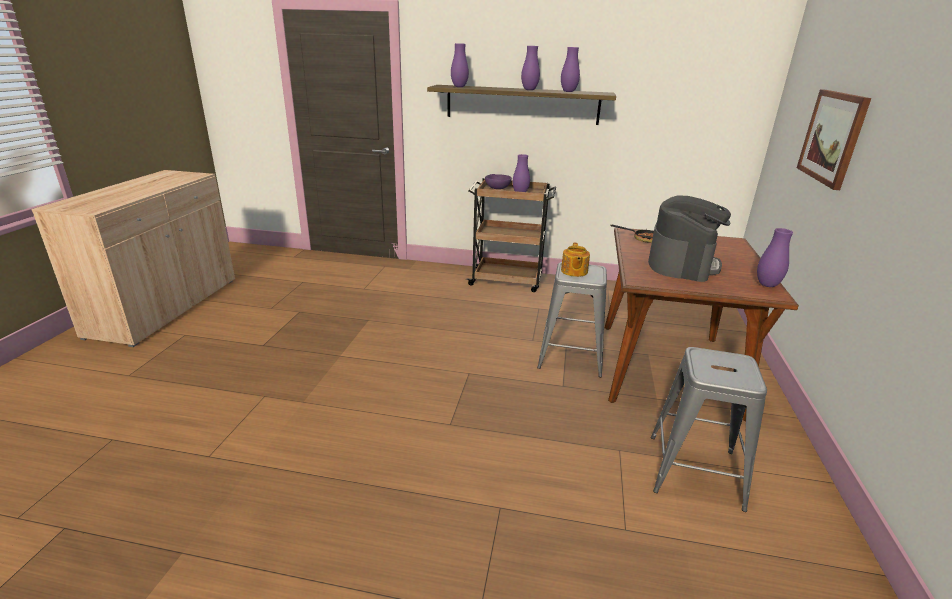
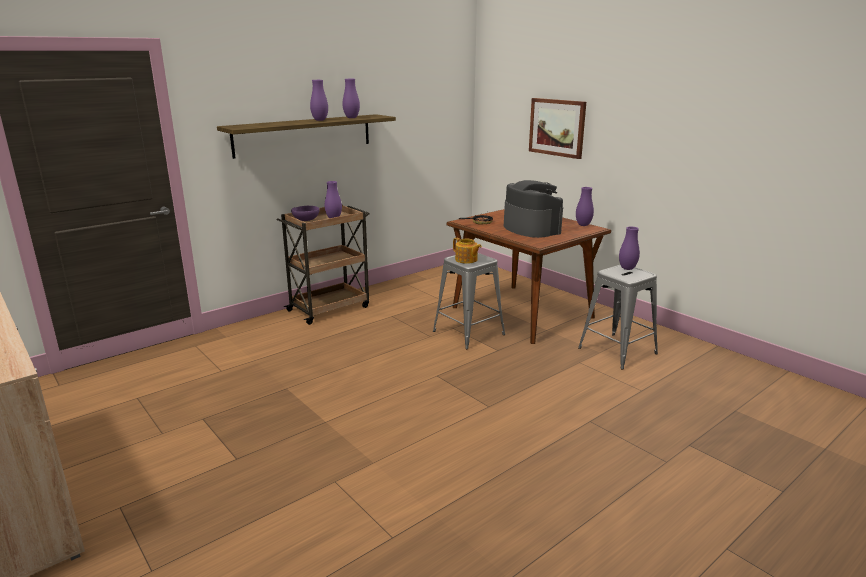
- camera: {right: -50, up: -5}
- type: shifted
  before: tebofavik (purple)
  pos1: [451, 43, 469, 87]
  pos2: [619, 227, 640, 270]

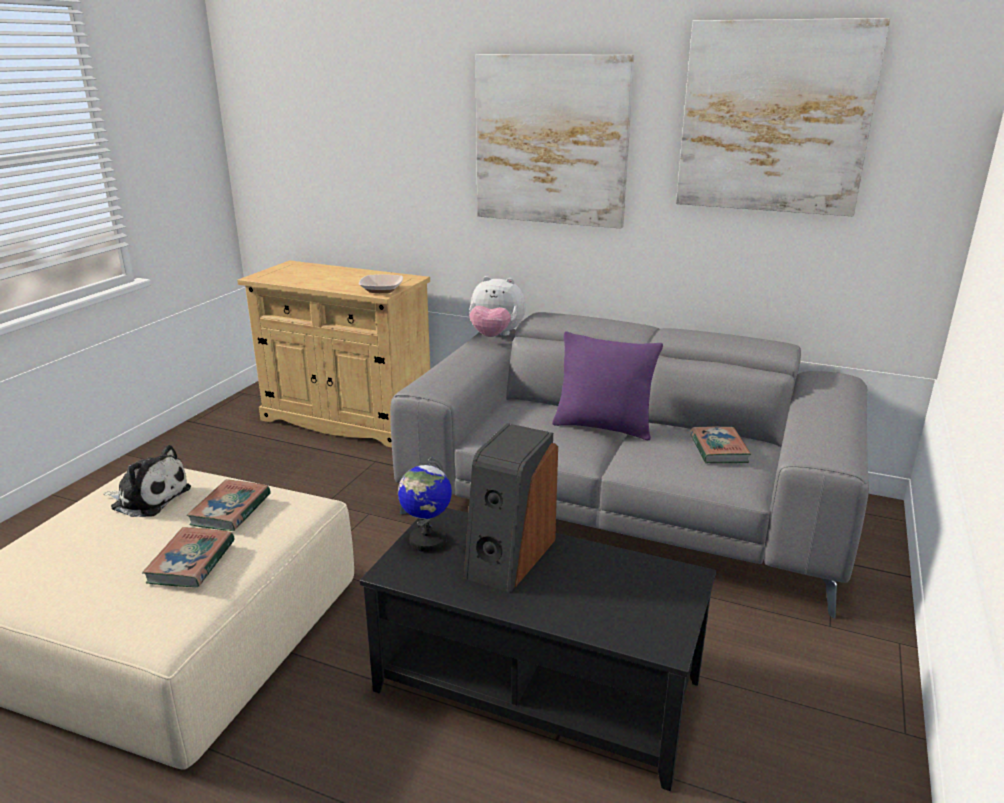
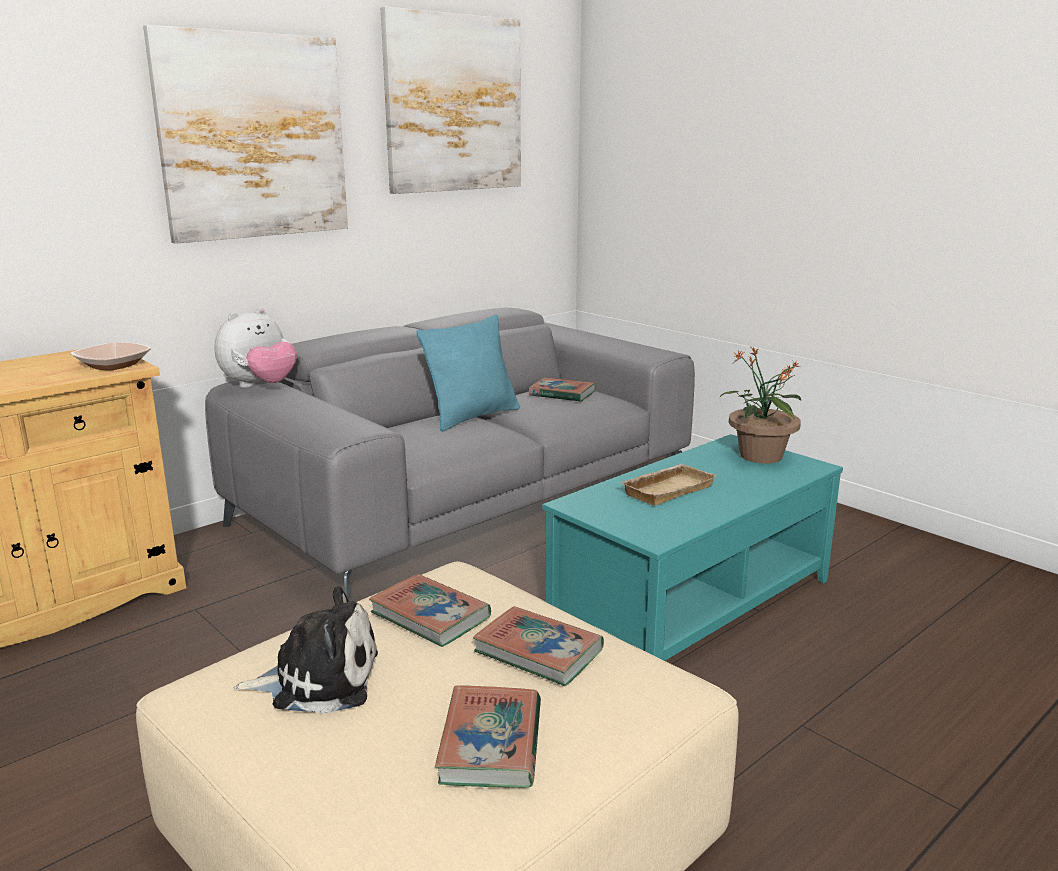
- camera: {right: -65, up: -5}
- type: rotated
  before: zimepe
  pos1: [103, 445, 191, 517]
  pos2: [234, 586, 378, 714]
  turn: 45
- type: repainted
  before: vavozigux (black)
  after: vavozigux (turquoise)
  pos1: [360, 508, 716, 791]
  pos2: [542, 434, 843, 661]
- type: gone
  before: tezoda
  pos1: [398, 457, 452, 552]
- type: swapped
  before: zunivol
  after: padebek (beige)
  pos1: [464, 423, 558, 593]
  pos2: [619, 464, 717, 506]
- type: repainted
  before: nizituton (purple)
  after: nizituton (turquoise)
  pos1: [552, 331, 663, 440]
  pos2: [416, 314, 520, 432]
- type: new
  after: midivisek
  pos2: [435, 685, 541, 788]
- type: new
  after: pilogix
  pos2: [720, 347, 801, 464]

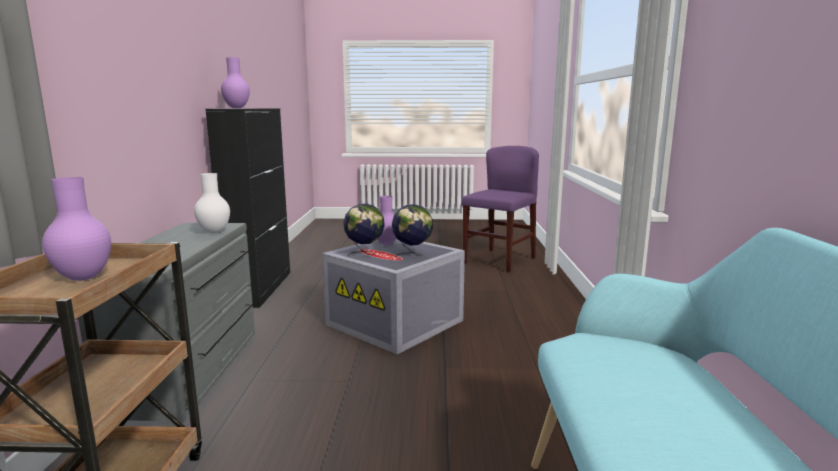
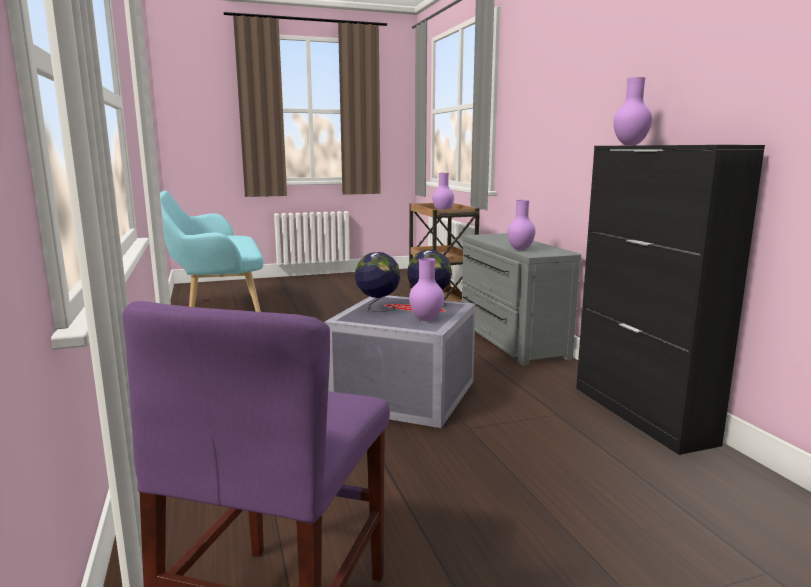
- camera: {right: 160, up: 0}
- type: repainted
  before: tebofavik (white)
  after: tebofavik (purple)
  pos1: [194, 173, 230, 234]
  pos2: [507, 200, 536, 250]

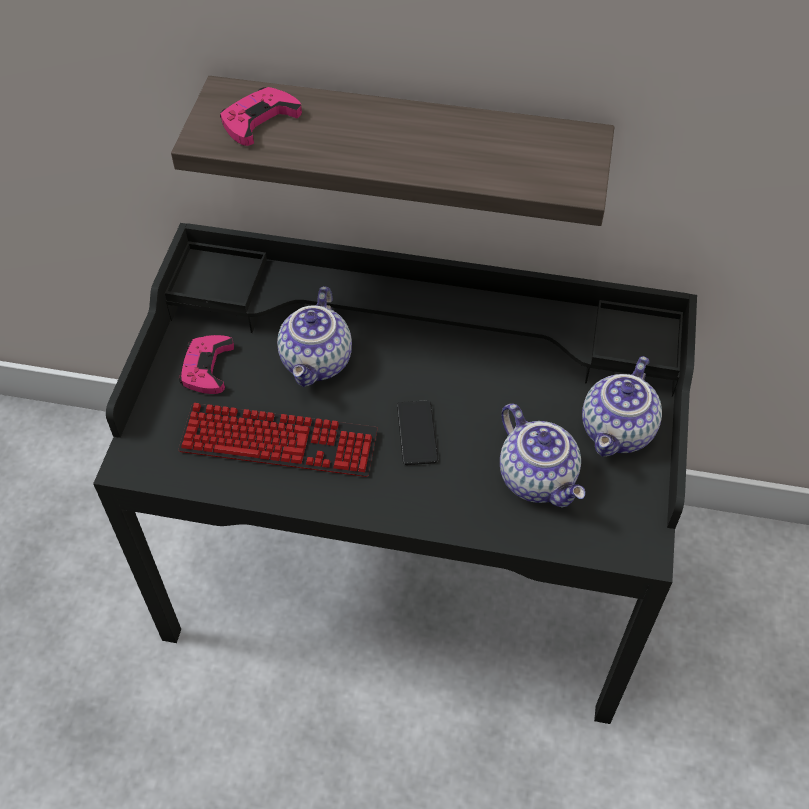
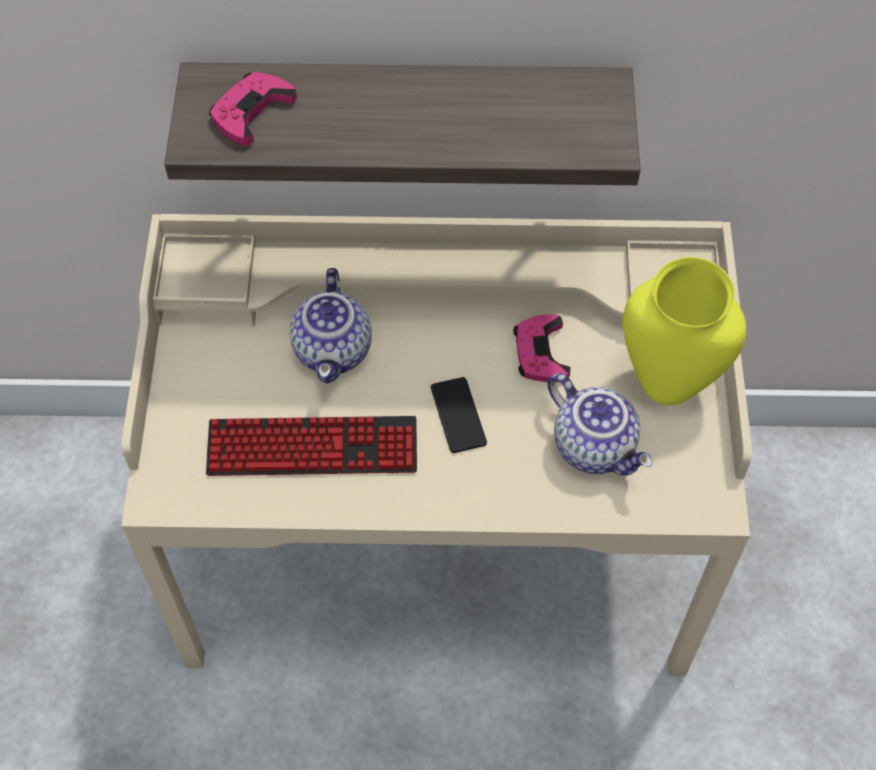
- camera: {right: -10, up: 5}
- type: repainted
  before: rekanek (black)
  after: rekanek (beige)
  pos1: [93, 223, 697, 724]
  pos2: [121, 214, 752, 676]
- type: shifted
  before: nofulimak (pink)
  pos1: [179, 335, 234, 394]
  pos2: [513, 314, 571, 382]
- type: swapped
  before: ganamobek
  after: tebofavik (yellow)
  pos1: [582, 356, 662, 457]
  pos2: [623, 257, 746, 405]

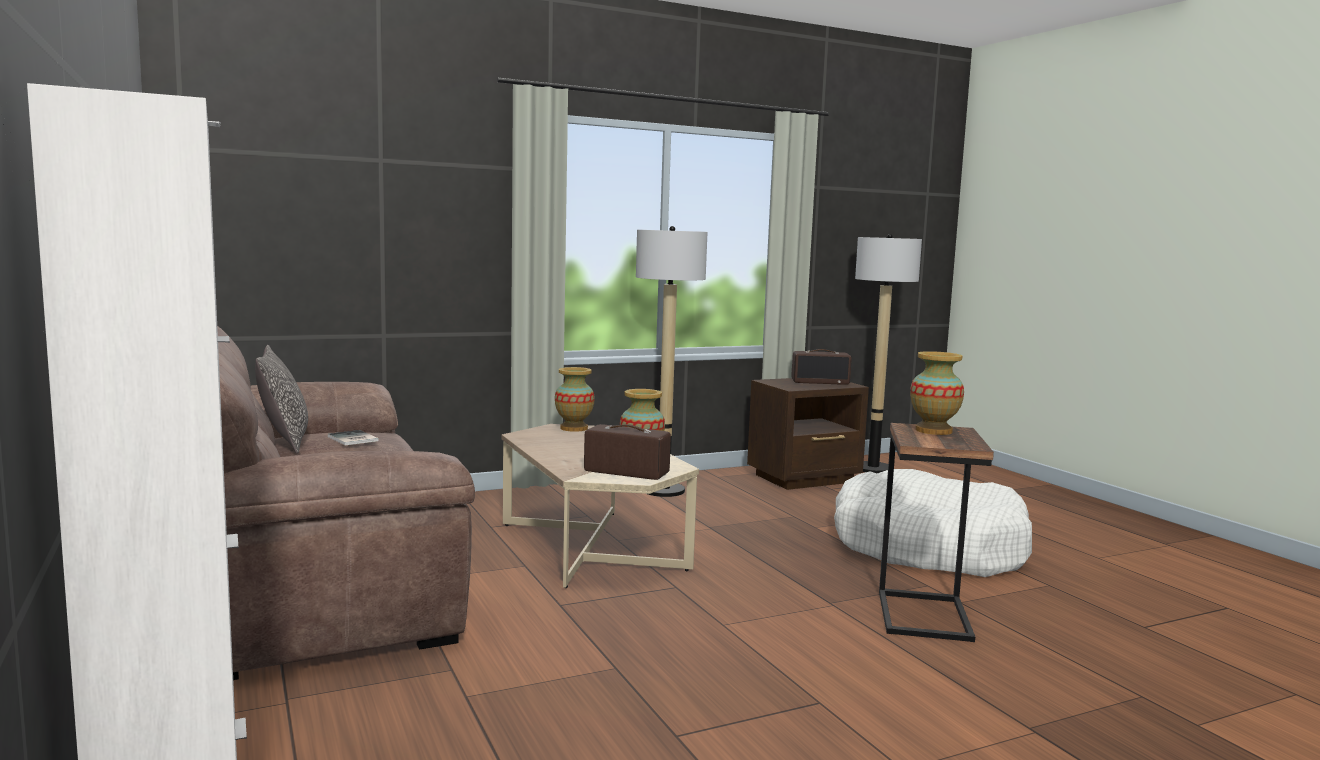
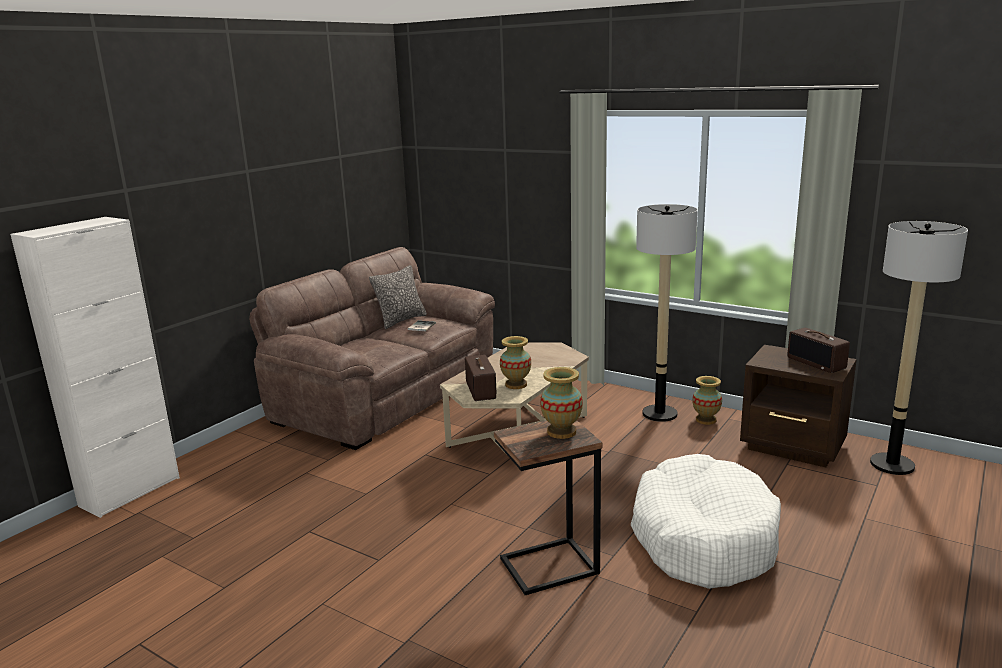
- camera: {right: 60, up: 10}
- type: shifted
  before: tebofavik
  pos1: [555, 367, 595, 432]
  pos2: [692, 376, 722, 425]

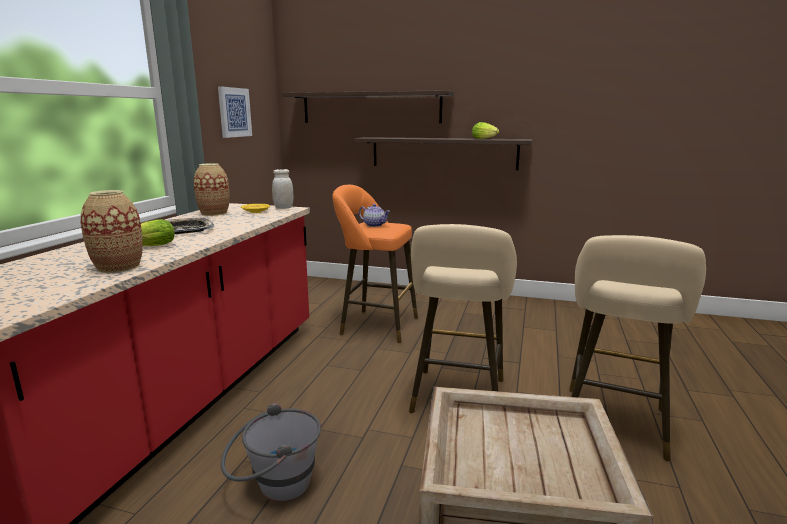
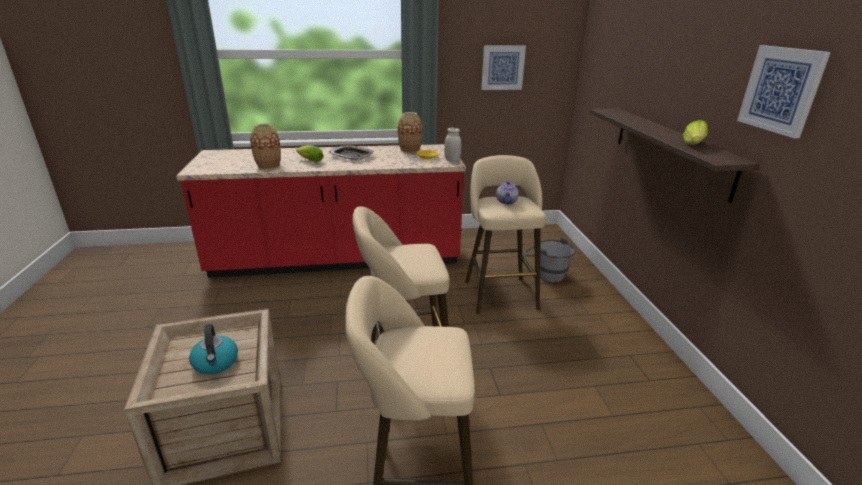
- camera: {right: 65, up: 10}
- type: shifted
  before: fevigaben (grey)
  pos1: [221, 403, 321, 502]
  pos2: [524, 237, 576, 282]
- type: gone
  before: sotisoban
  pos1: [282, 90, 454, 123]
- type: repainted
  before: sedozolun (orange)
  after: sedozolun (beige)
  pos1: [332, 185, 418, 343]
  pos2: [465, 155, 545, 314]
- type: new
  after: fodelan
  pos2: [189, 324, 238, 375]
- type: new
  after: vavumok
  pos2: [737, 45, 831, 138]

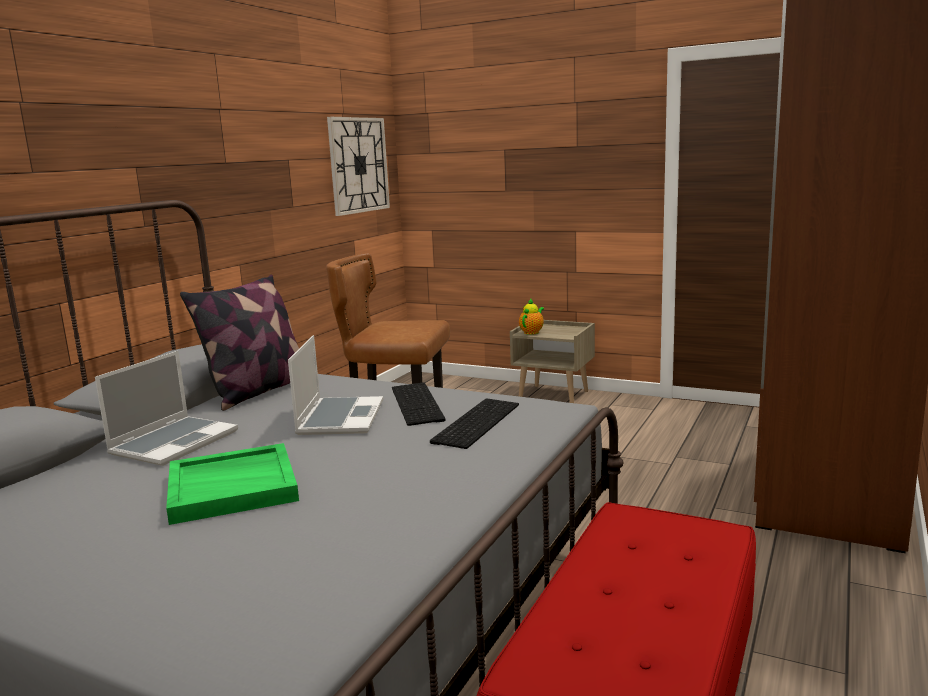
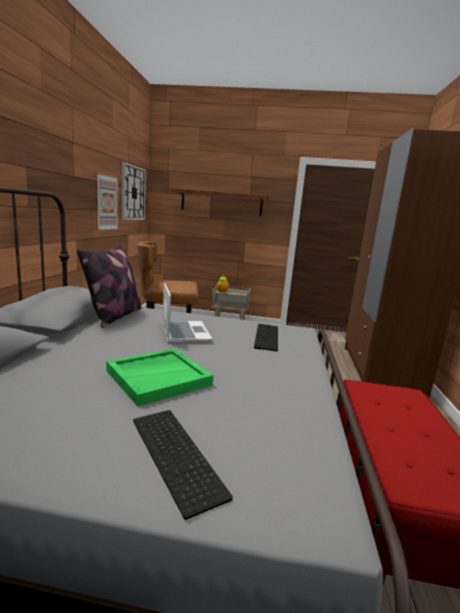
- camera: {right: -20, up: 0}
- type: gone
  before: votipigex
  pos1: [95, 351, 238, 466]
- type: shifted
  before: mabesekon
  pos1: [392, 383, 445, 426]
  pos2: [133, 410, 233, 520]
- type: new
  after: vavumok
  pos2: [96, 173, 118, 231]
- type: new
  after: sotisoban (brown)
  pos2: [170, 188, 270, 216]

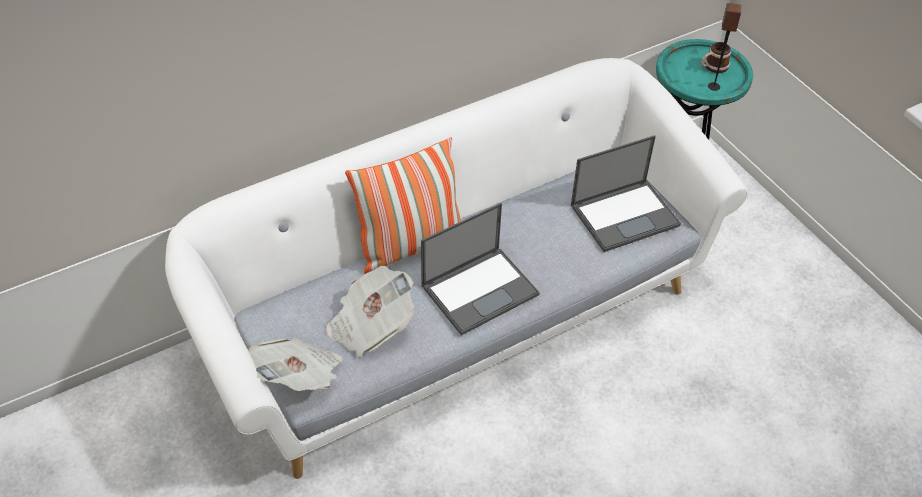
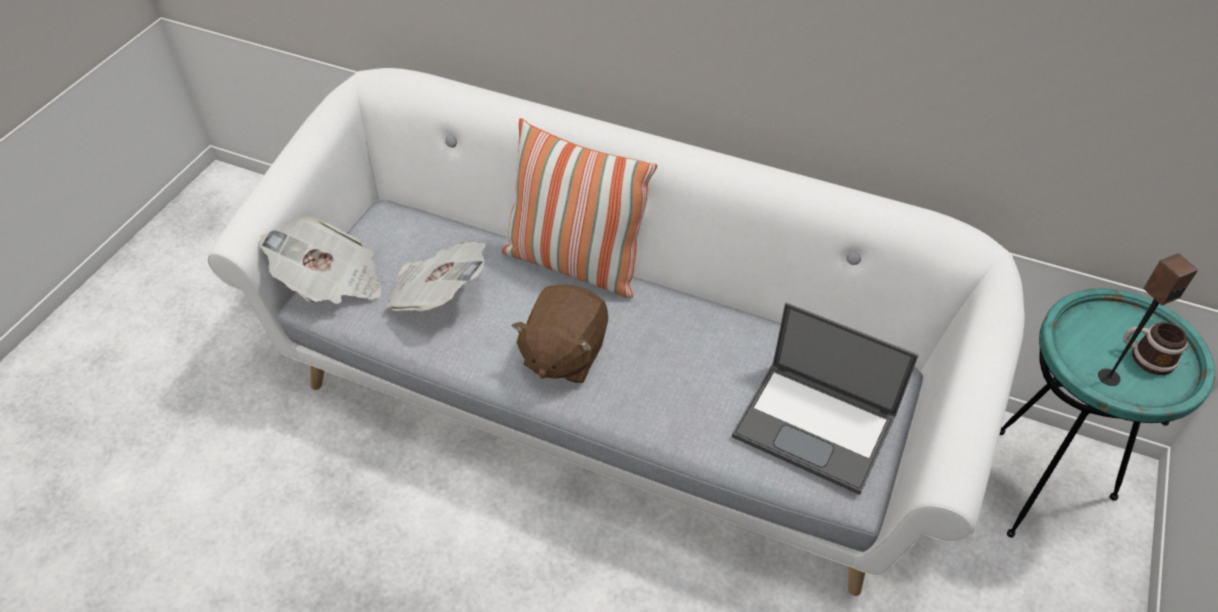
- camera: {right: 55, up: 0}
- type: swapped
  before: votipigex
  after: zimepe (brown)
  pos1: [421, 203, 540, 335]
  pos2: [512, 284, 608, 383]

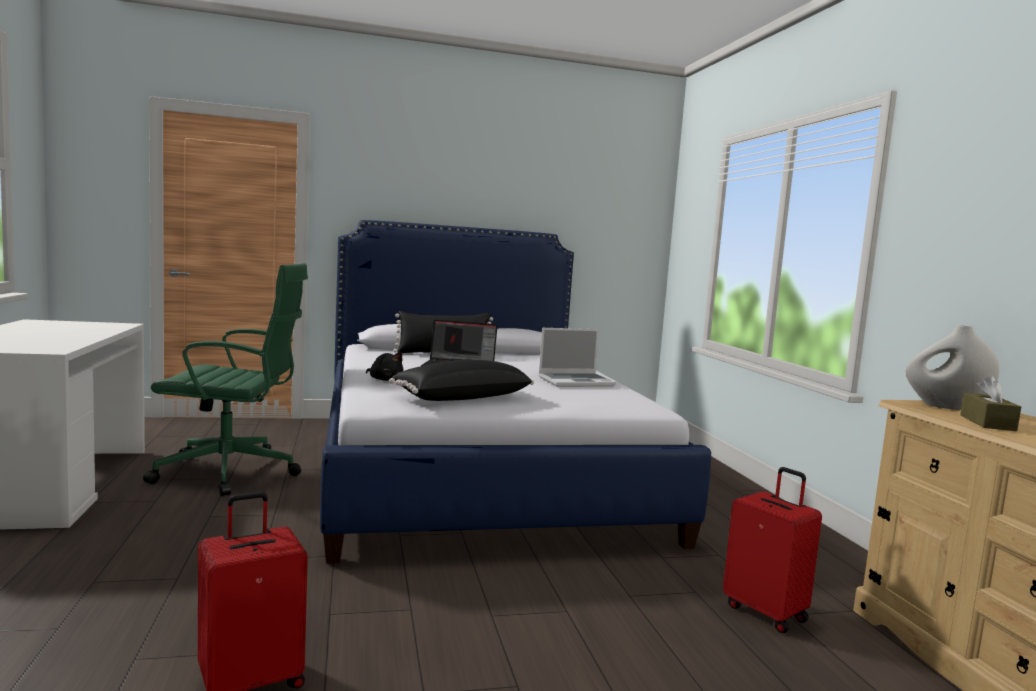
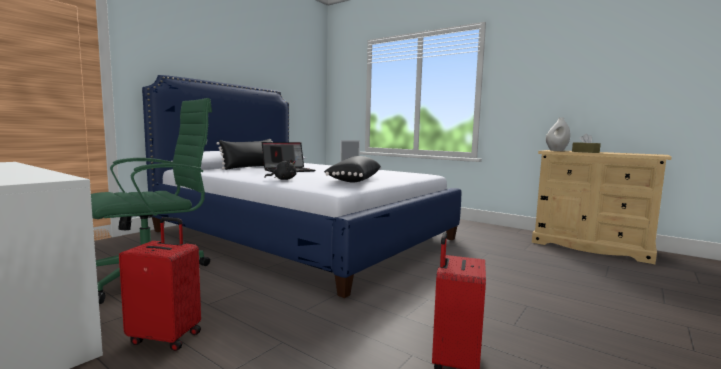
- camera: {right: -40, up: 0}
- type: shifted
  before: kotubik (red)
  pos1: [723, 467, 822, 633]
  pos2: [119, 217, 201, 351]

